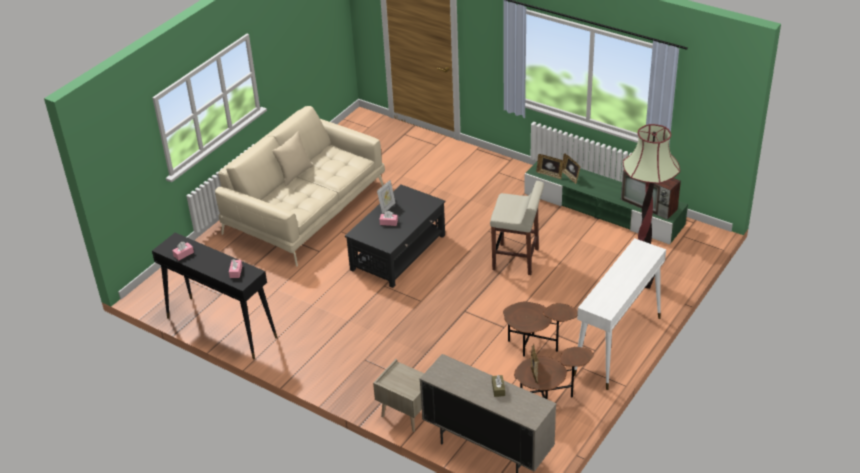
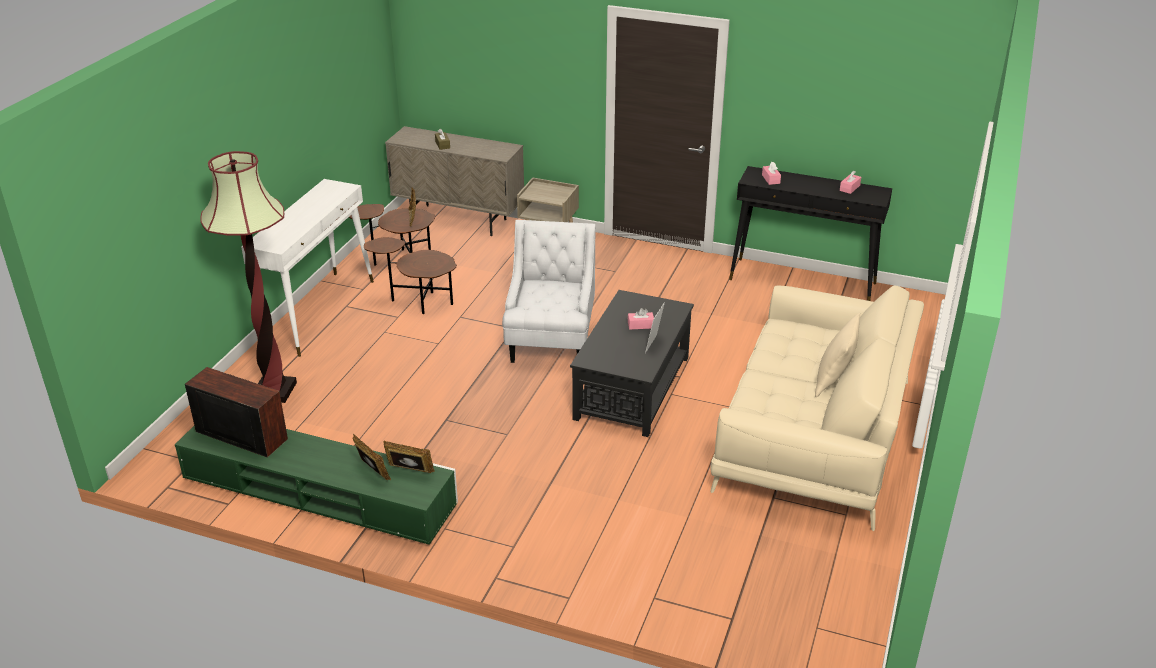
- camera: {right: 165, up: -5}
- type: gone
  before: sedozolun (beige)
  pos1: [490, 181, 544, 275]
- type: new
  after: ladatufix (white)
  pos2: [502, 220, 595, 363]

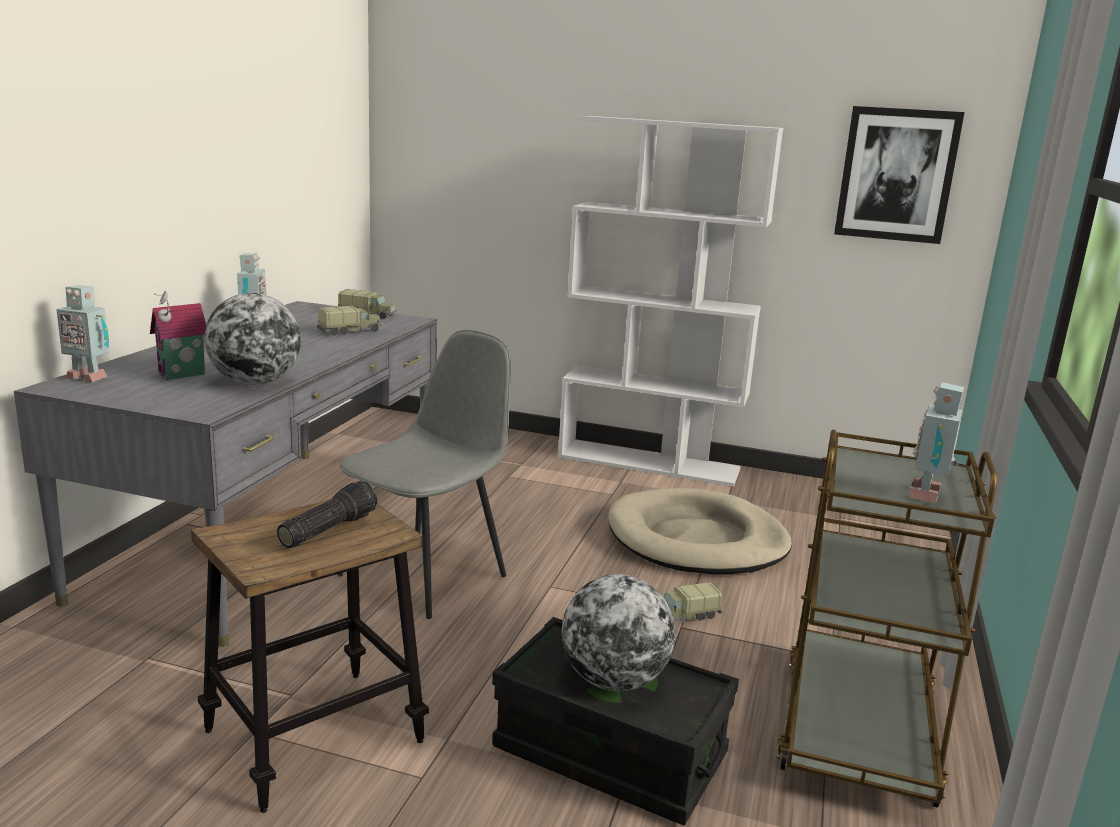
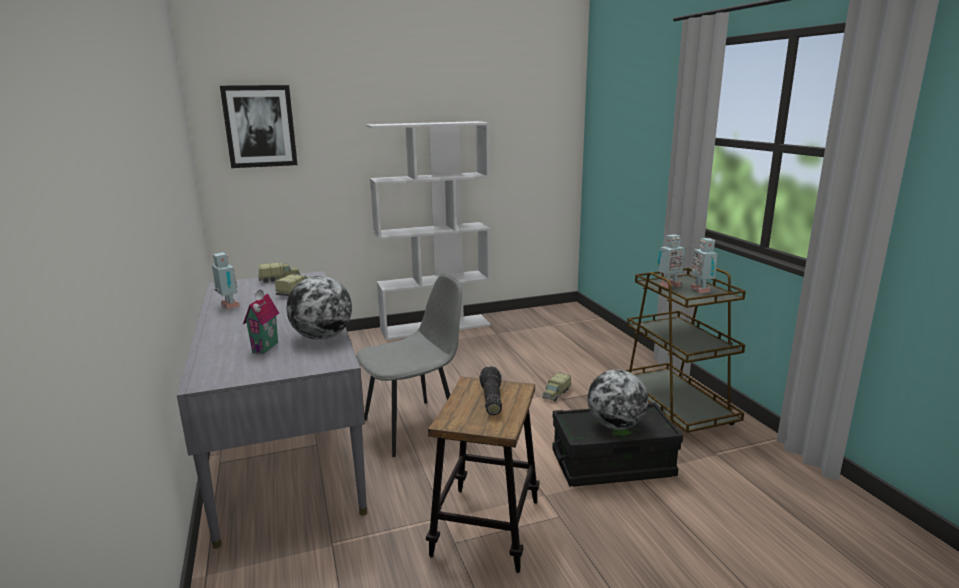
- camera: {right: -35, up: 0}
- type: shifted
  before: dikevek
  pos1: [56, 285, 109, 382]
  pos2: [658, 234, 685, 288]
- type: rotated
  before: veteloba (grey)
  pos1: [337, 330, 511, 619]
  pos2: [356, 273, 462, 457]
  turn: 60
- type: gone
  before: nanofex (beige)
  pos1: [608, 488, 792, 574]
- type: shifted
  before: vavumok
  pos1: [834, 106, 965, 244]
  pos2: [220, 85, 298, 168]

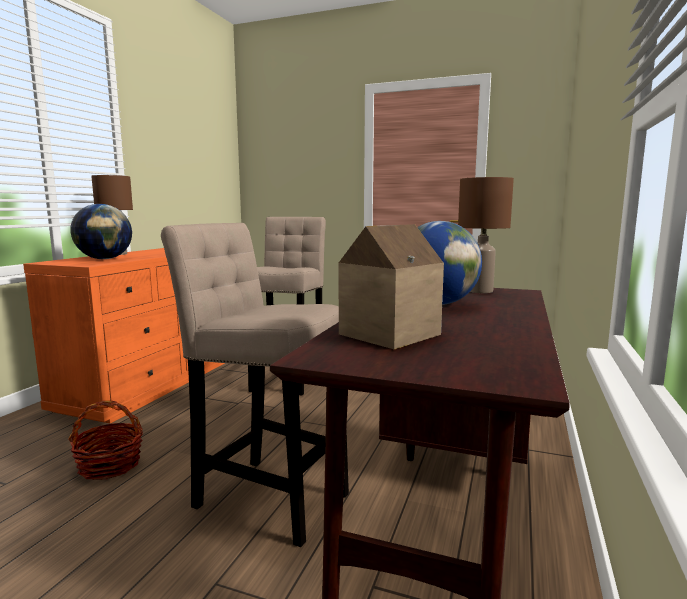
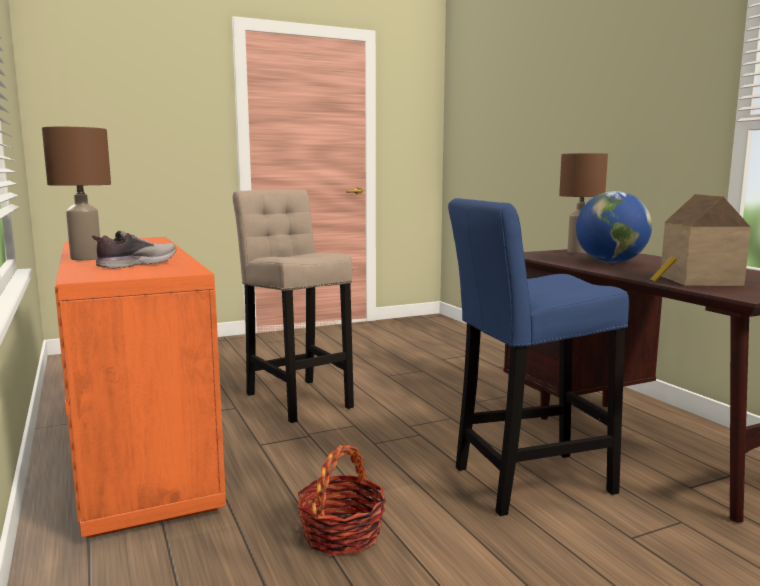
- camera: {right: -45, up: 0}
- type: swapped
  before: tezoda
  after: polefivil
  pos1: [70, 204, 132, 259]
  pos2: [92, 231, 176, 269]
- type: repainted
  before: sedozolun (beige)
  after: sedozolun (blue)
  pos1: [161, 223, 349, 547]
  pos2: [448, 198, 629, 516]

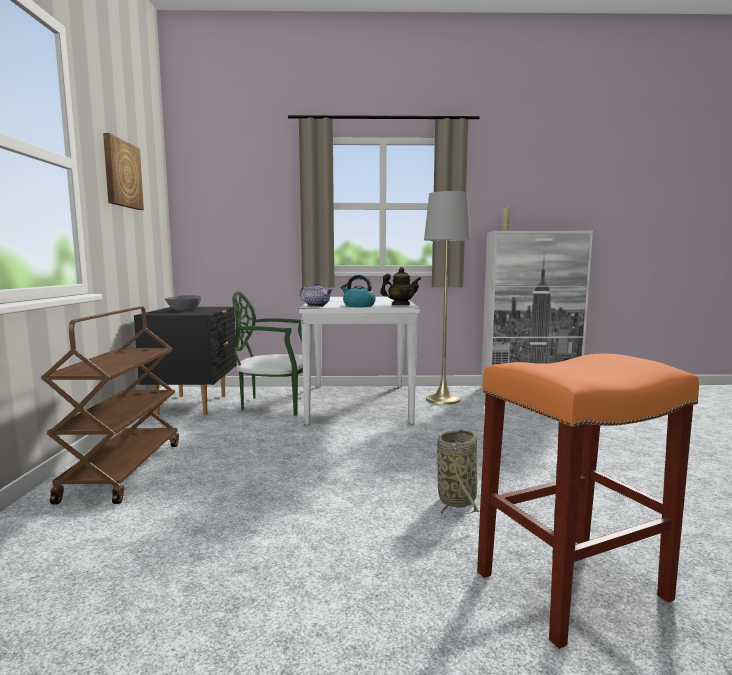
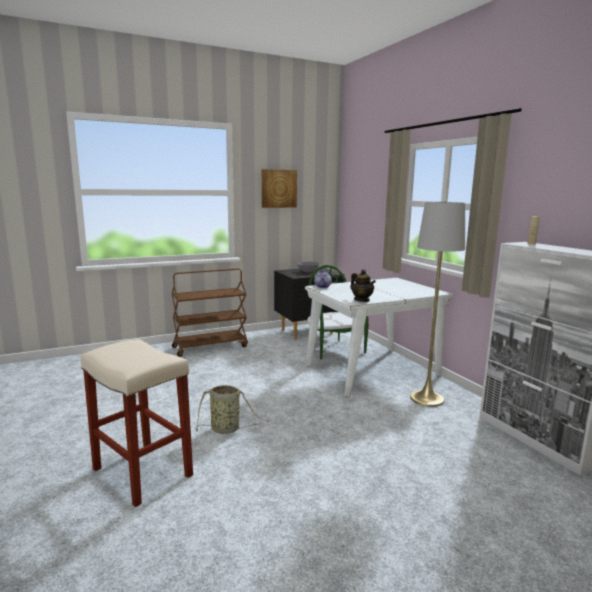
- camera: {right: 65, up: 5}
- type: gone
  before: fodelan
  pos1: [341, 275, 376, 307]
- type: repainted
  before: sedozolun (orange)
  after: sedozolun (beige)
  pos1: [477, 354, 699, 649]
  pos2: [81, 339, 193, 507]

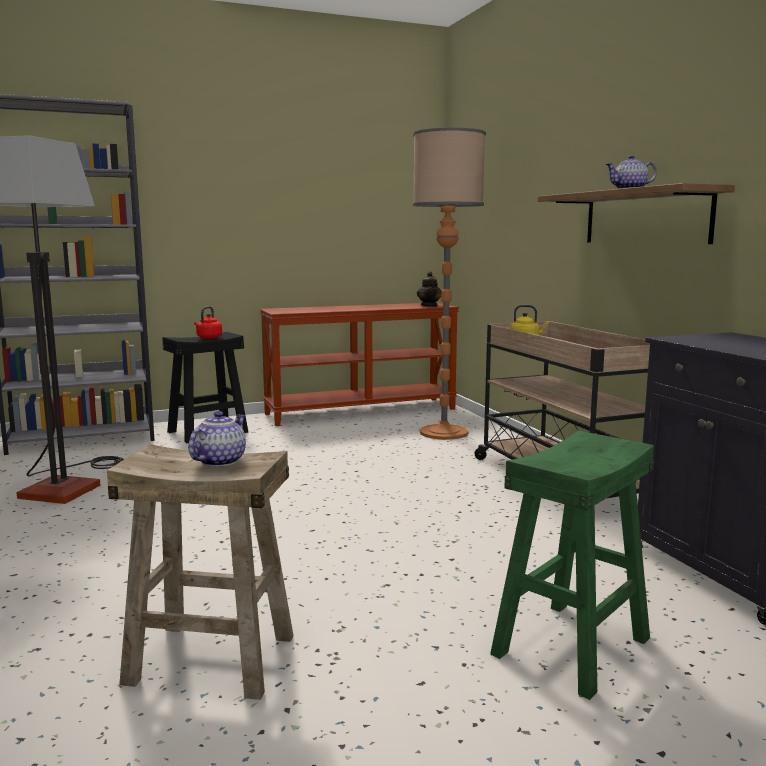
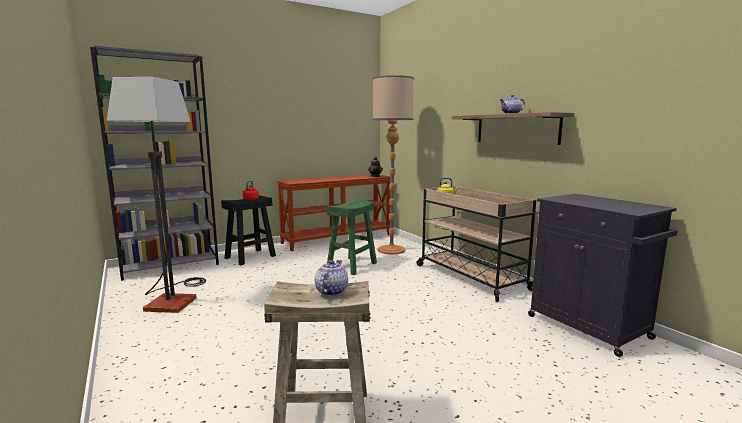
- camera: {right: -10, up: 0}
- type: shifted
  before: sedozolun (green)
  pos1: [490, 430, 654, 700]
  pos2: [327, 200, 377, 275]

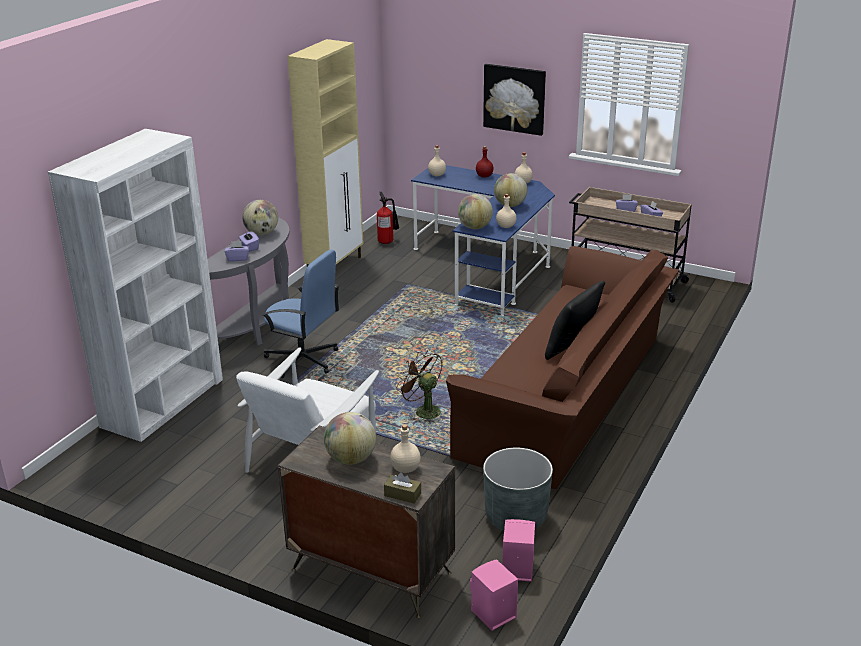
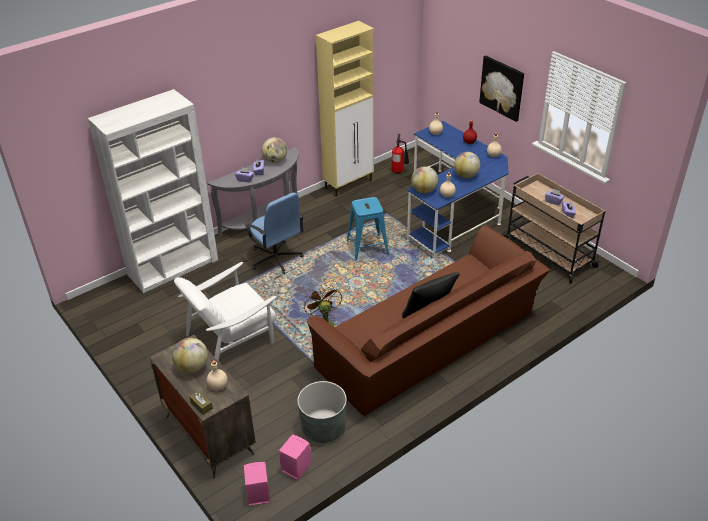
- camera: {right: 25, up: 10}
- type: new
  after: sedozolun (blue)
  pos2: [347, 197, 389, 261]

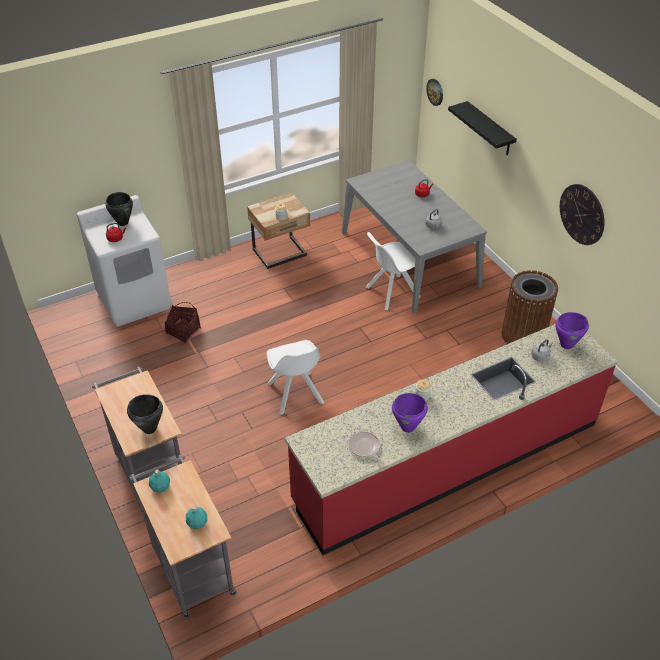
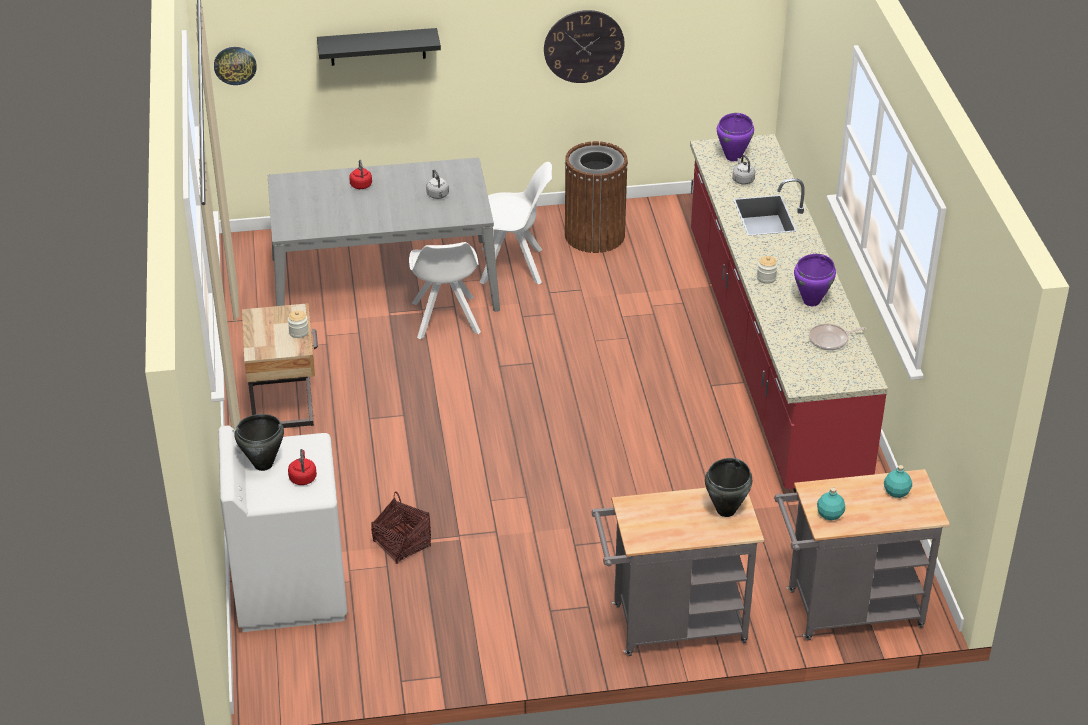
- camera: {right: -70, up: -5}
- type: shifted
  before: veteloba (white)
  pos1: [267, 340, 324, 415]
  pos2: [479, 162, 552, 285]

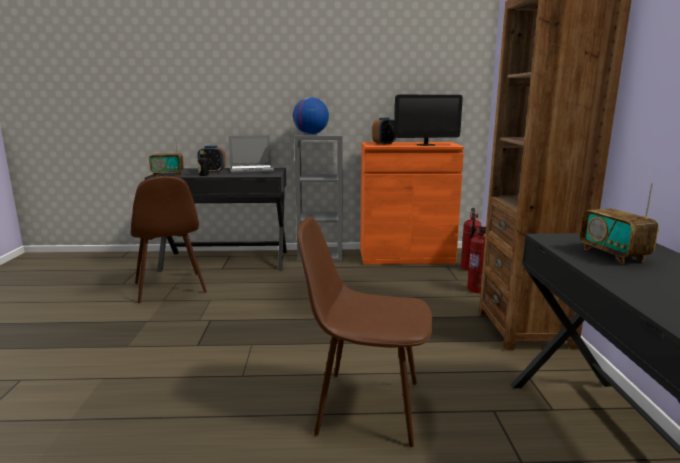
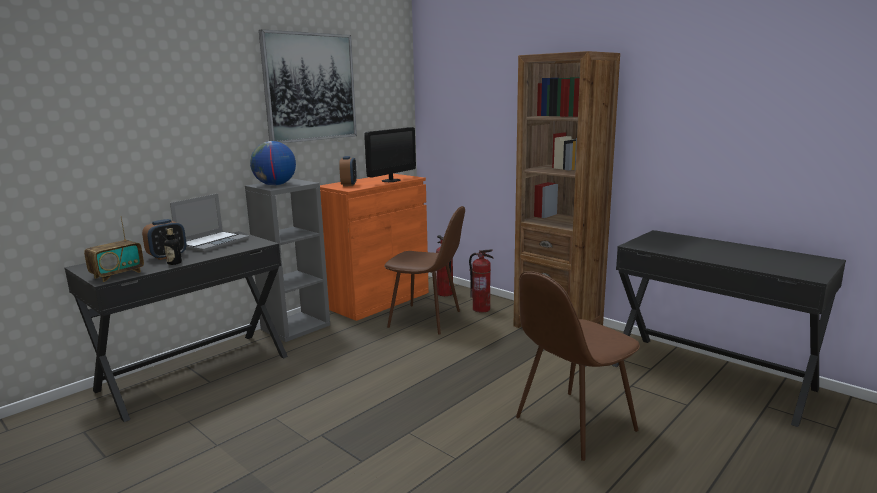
- camera: {right: -45, up: 0}
- type: shifted
  before: veteloba (brown)
  pos1: [130, 176, 207, 303]
  pos2: [384, 206, 465, 335]
- type: gone
  before: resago
  pos1: [580, 183, 659, 264]
- type: new
  after: vavumok
  pos2: [259, 29, 357, 143]

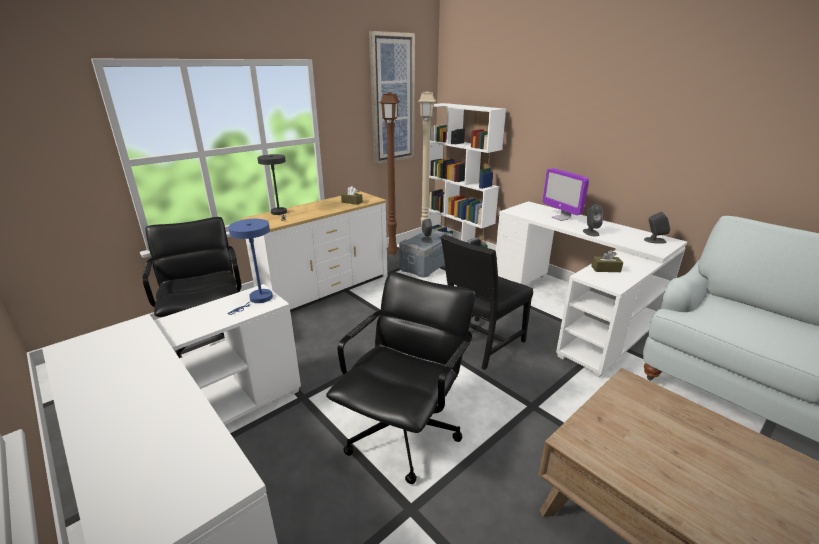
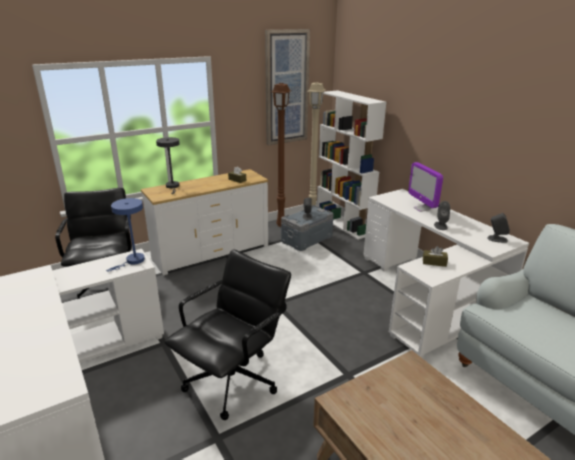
- camera: {right: 10, up: 0}
- type: gone
  before: veteloba (black)
  pos1: [441, 234, 533, 370]

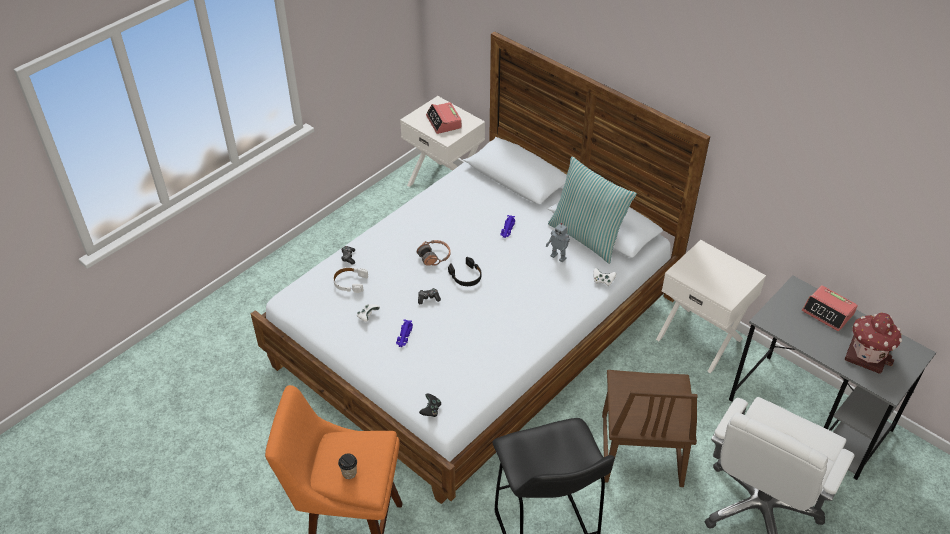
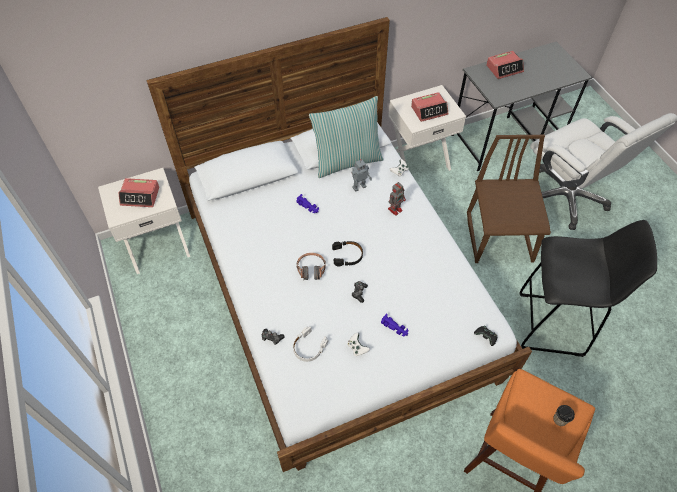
- camera: {right: -65, up: 10}
- type: rotated
  before: veteloba (brown)
  pos1: [602, 370, 698, 487]
  pos2: [467, 135, 551, 263]
  turn: -120
- type: gone
  before: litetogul
  pos1: [845, 312, 902, 374]
- type: new
  after: dikevek
  pos2: [388, 182, 406, 216]
- type: new
  after: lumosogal
  pos2: [411, 92, 448, 122]

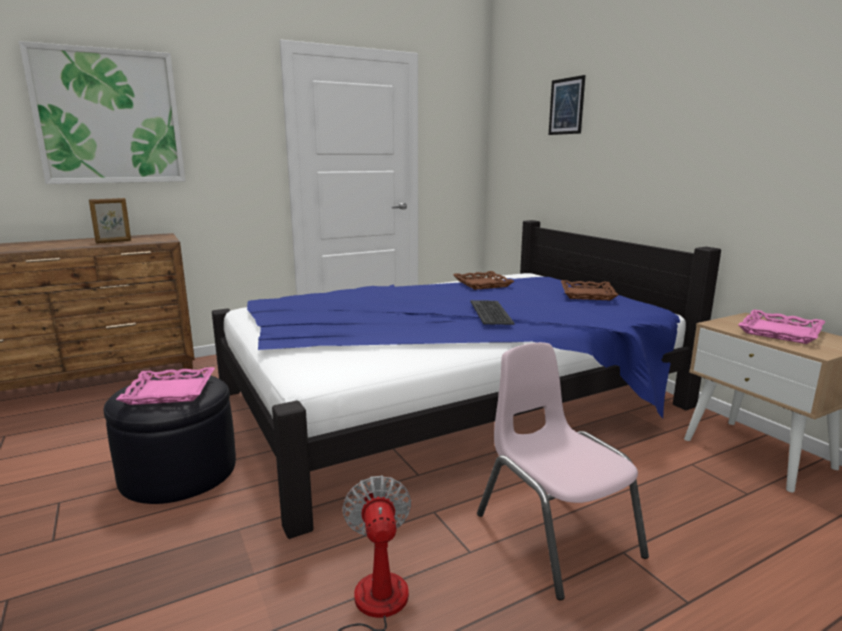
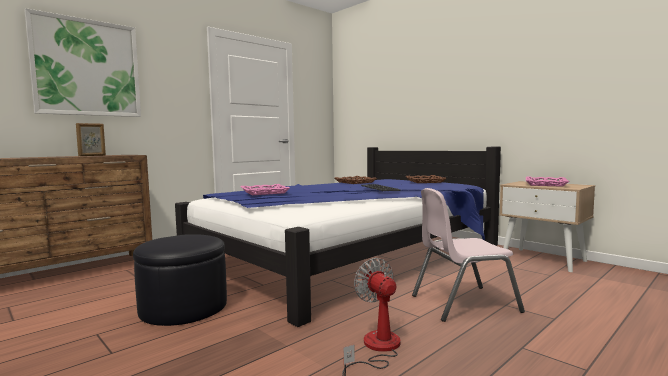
- camera: {right: -15, up: -10}
- type: shifted
  before: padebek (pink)
  pos1: [116, 367, 215, 405]
  pos2: [241, 184, 290, 195]
- type: rotated
  before: veteloba (pink)
  pos1: [477, 342, 649, 600]
  pos2: [412, 188, 525, 322]
  turn: -60
- type: gone
  before: vavumok
  pos1: [549, 75, 585, 135]

